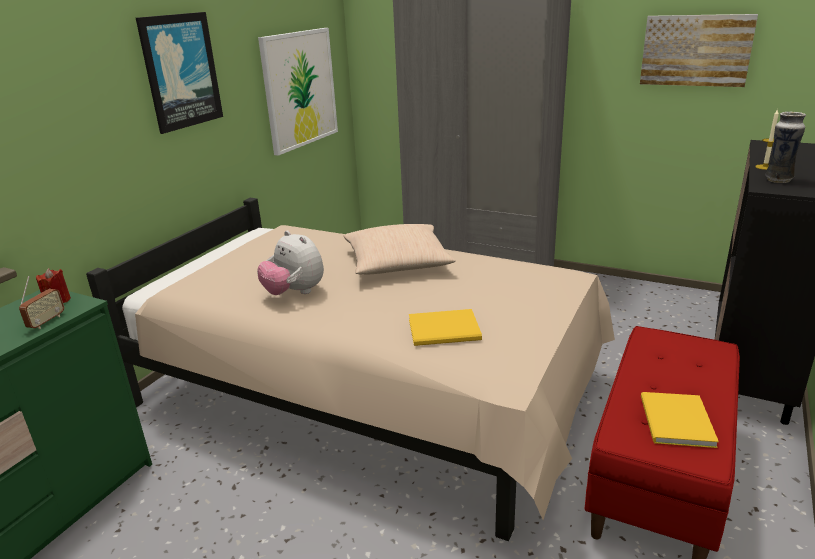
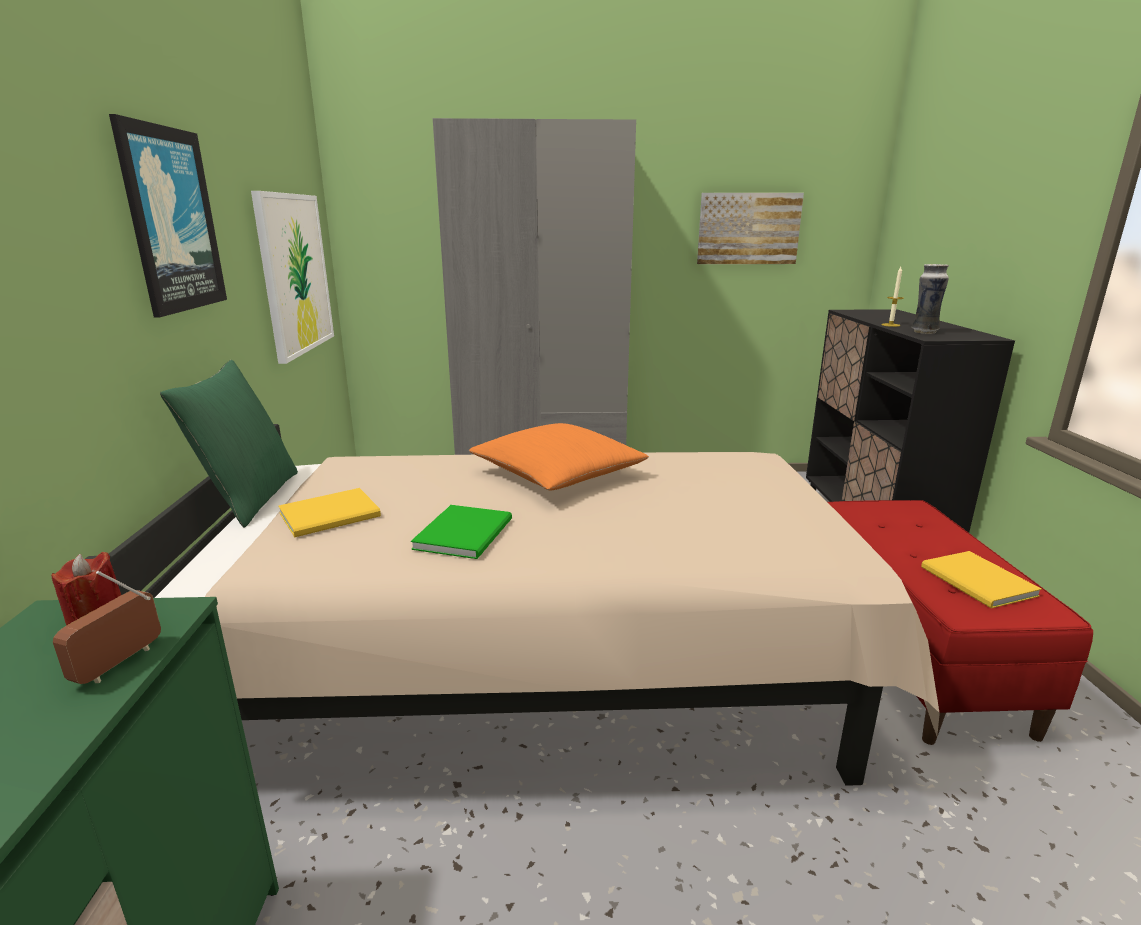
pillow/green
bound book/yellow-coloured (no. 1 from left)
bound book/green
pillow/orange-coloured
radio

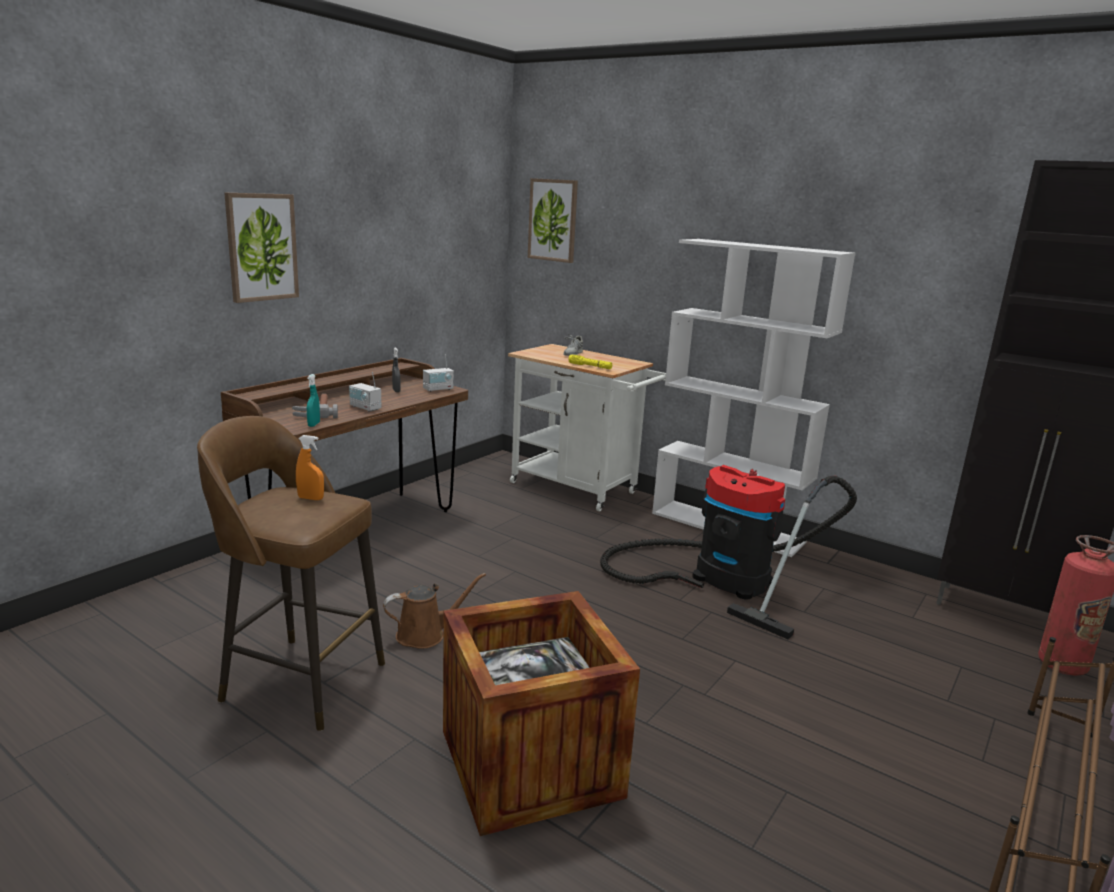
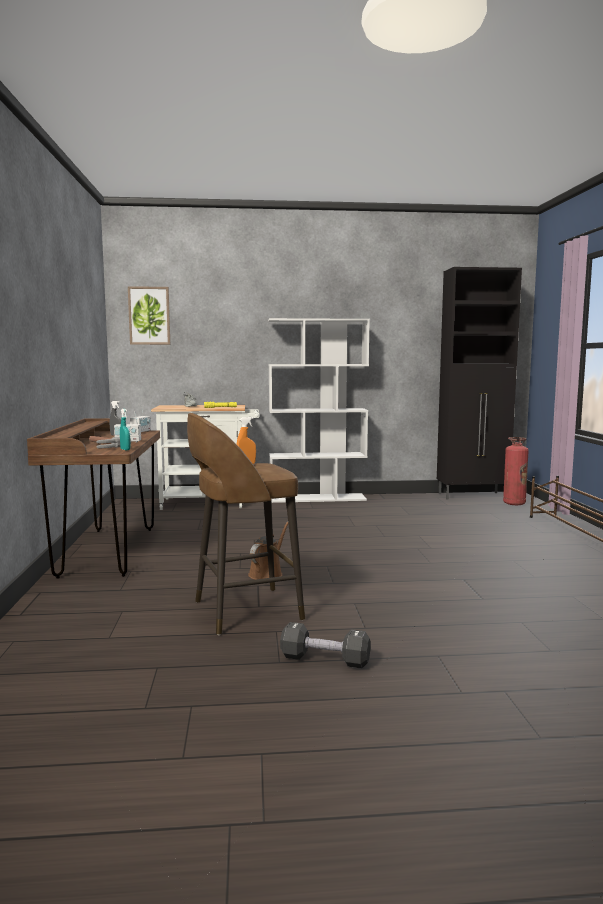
wall art (no. 1 from left in the first image)
shipping crate
vacuum
hand weight/black-coloured

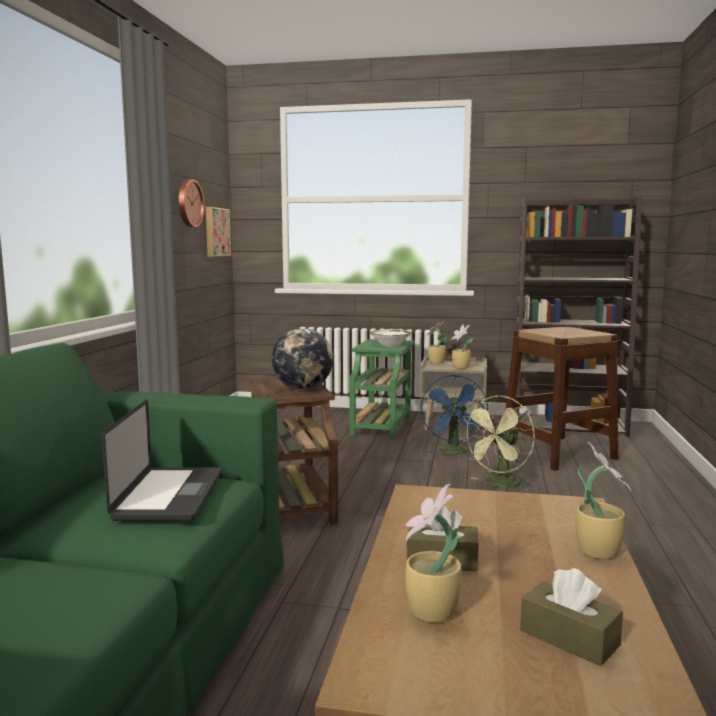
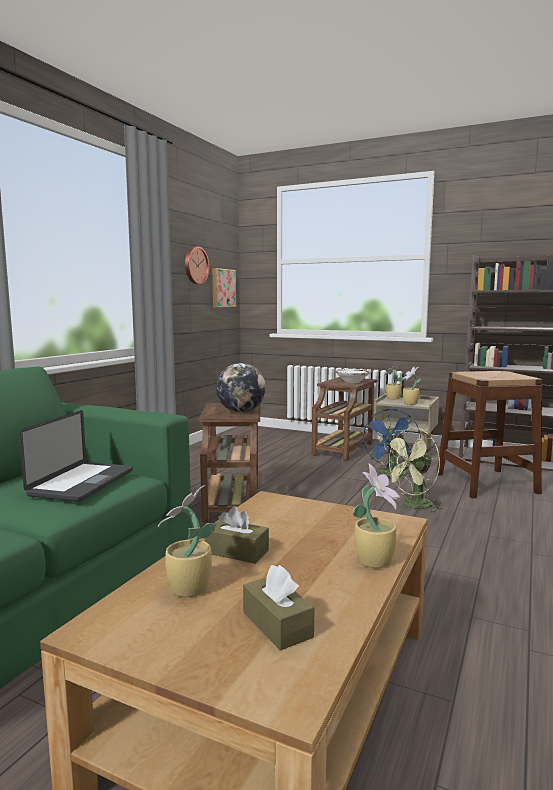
end table/brown-coloured (no. 2 from left)

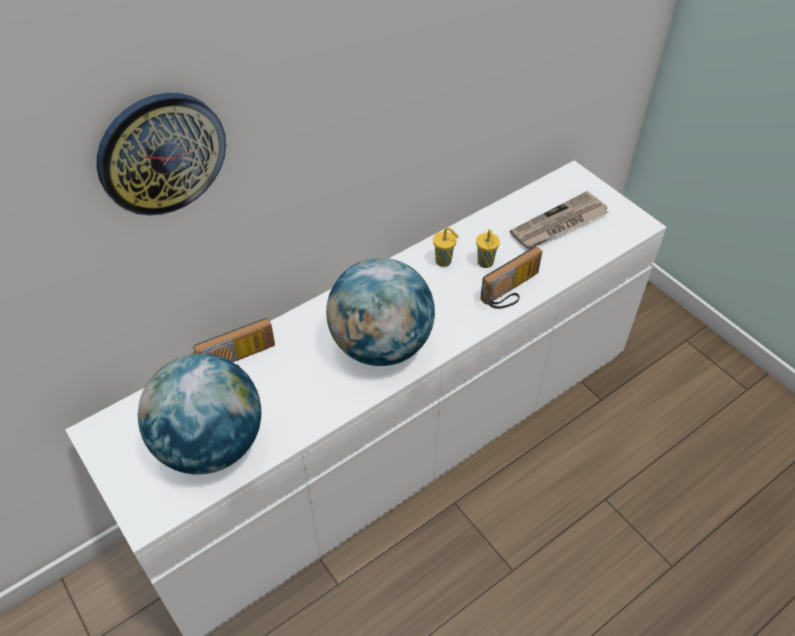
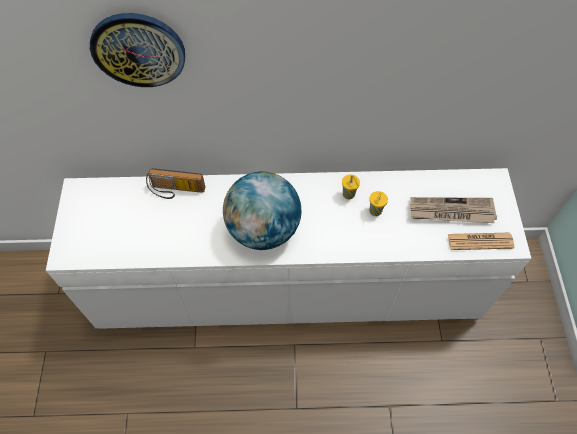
world globe (no. 1 from left in the first image)
radio (no. 2 from left in the first image)
printed paper (no. 2 from left)

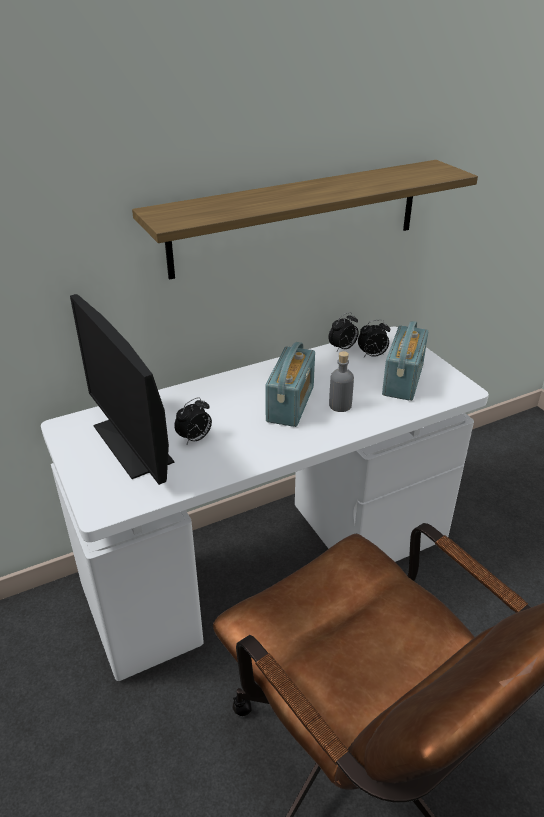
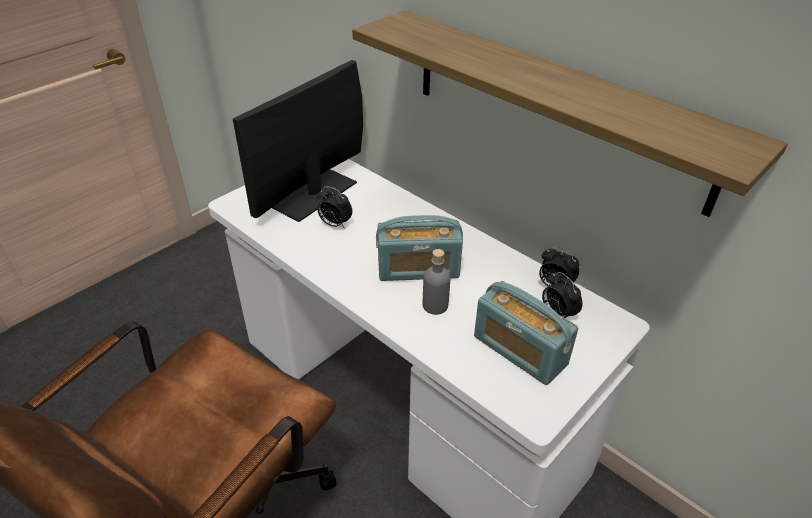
radio (no. 2 from left)

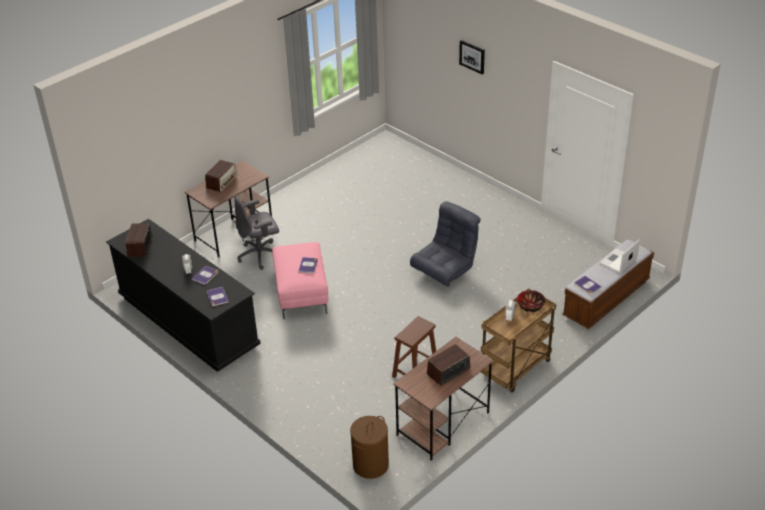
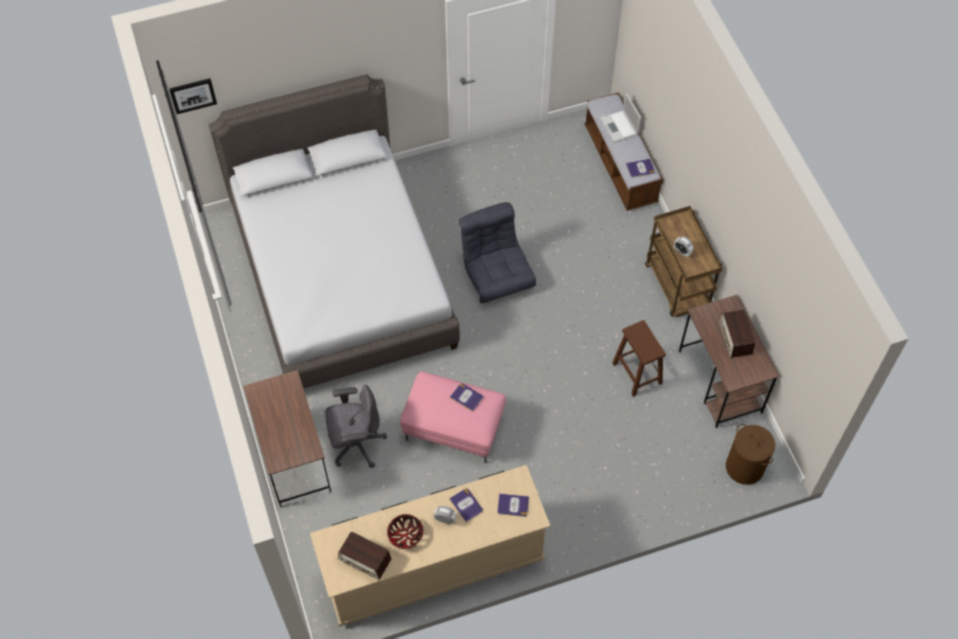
radio (no. 2 from left in the first image)
bed/grey
wall art
bowl
chest of drawers/beige-coloured
desk chair/grey

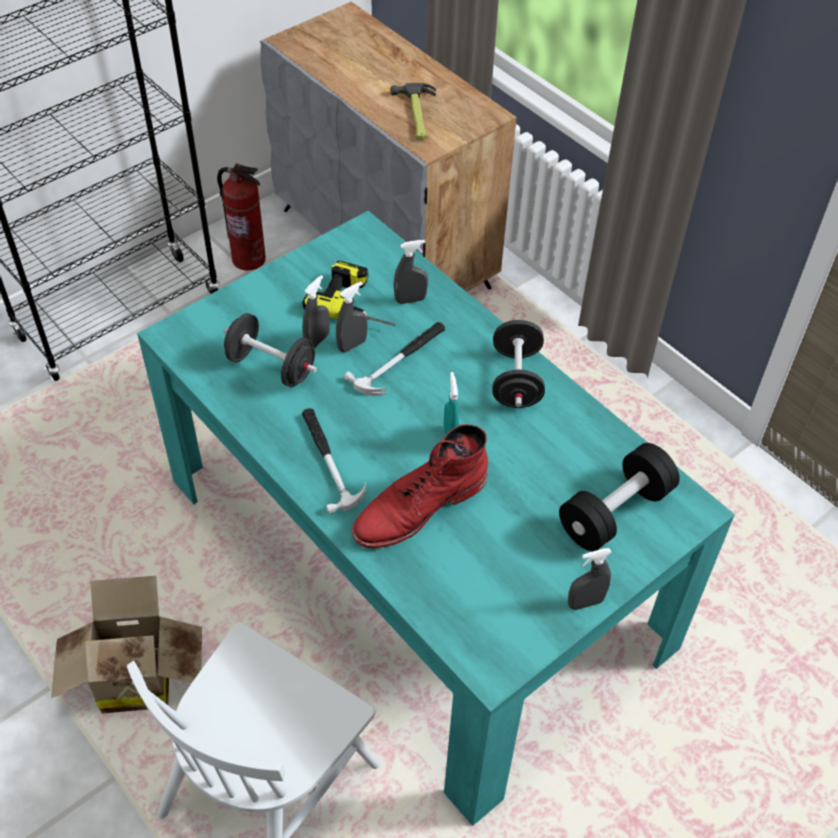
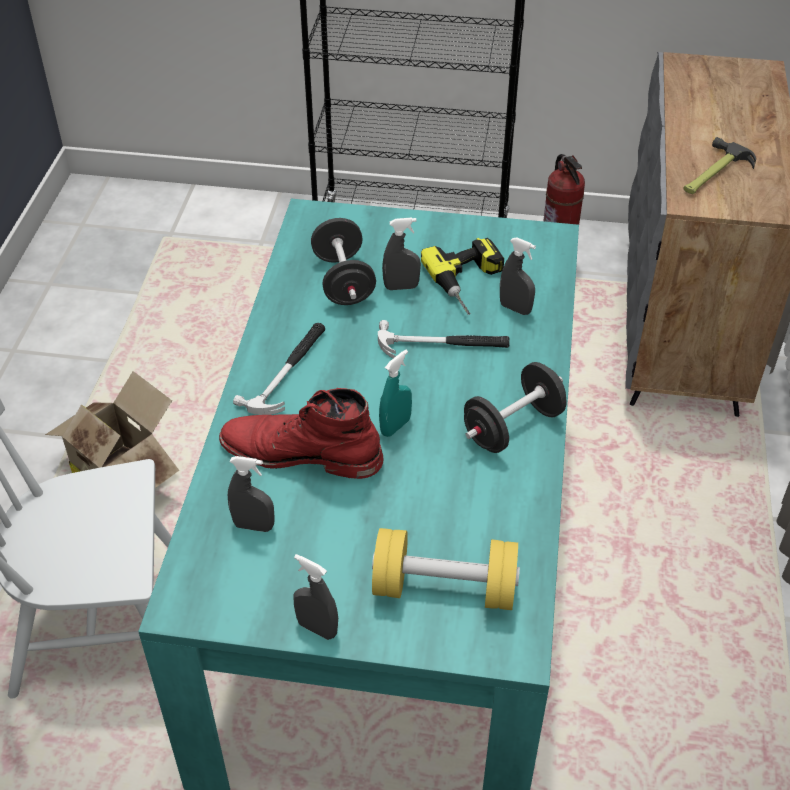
spray bottle/grey (no. 1 from left)
hand weight/yellow-coloured

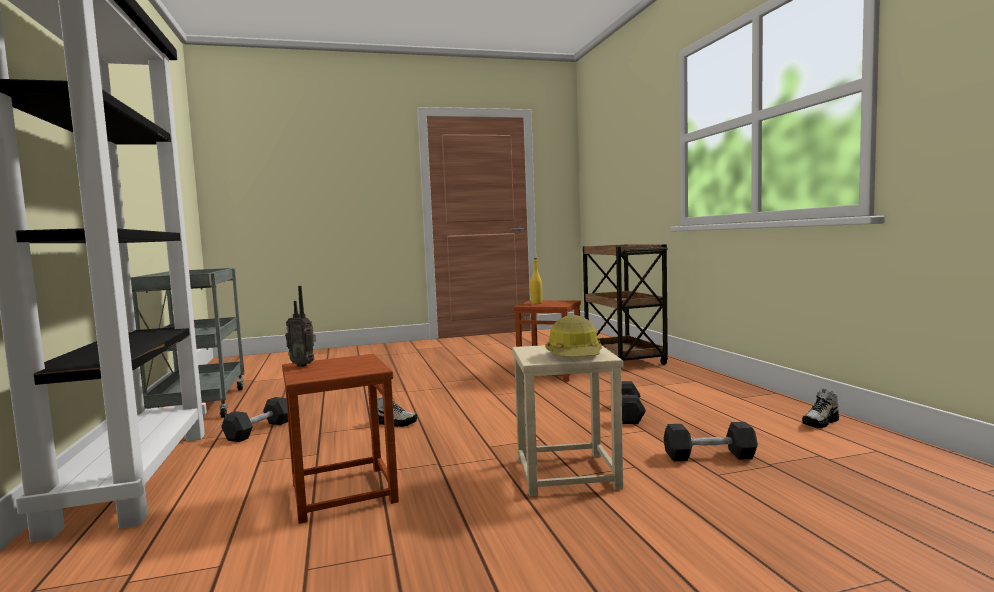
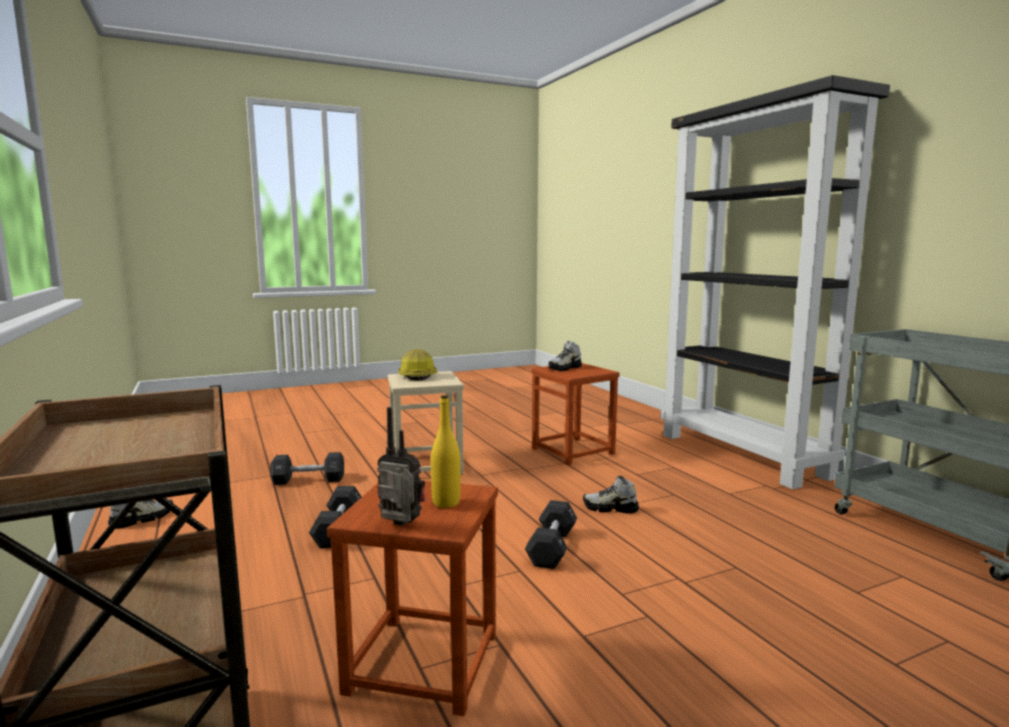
shoe (no. 2 from left)
hand weight/black-coloured (no. 3 from left)
radio

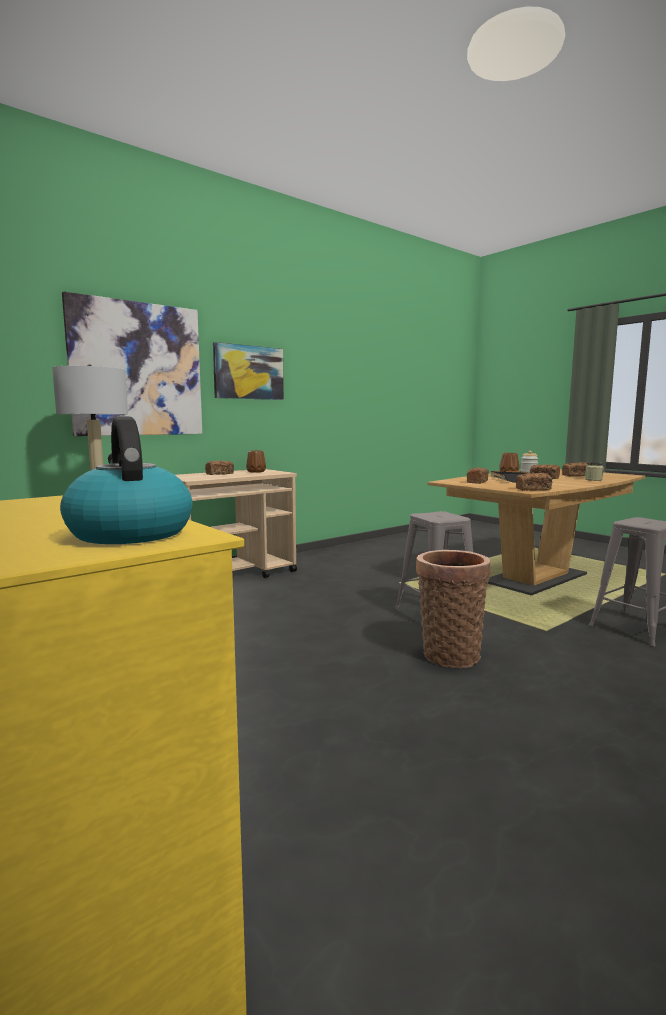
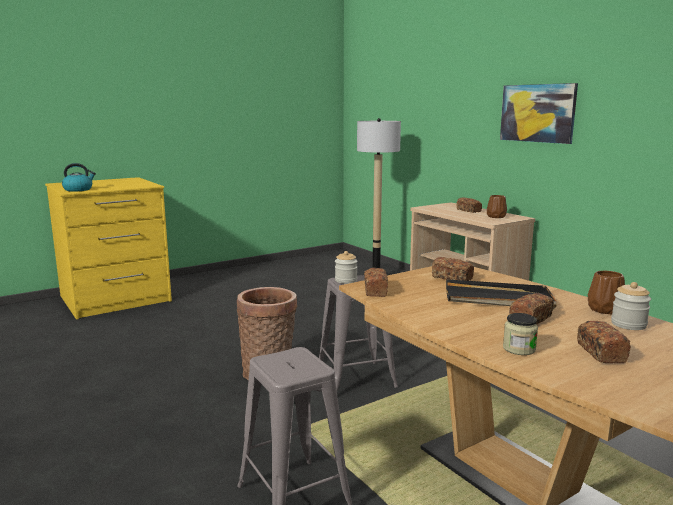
wall art (no. 1 from left in the first image)
jar (no. 1 from left)

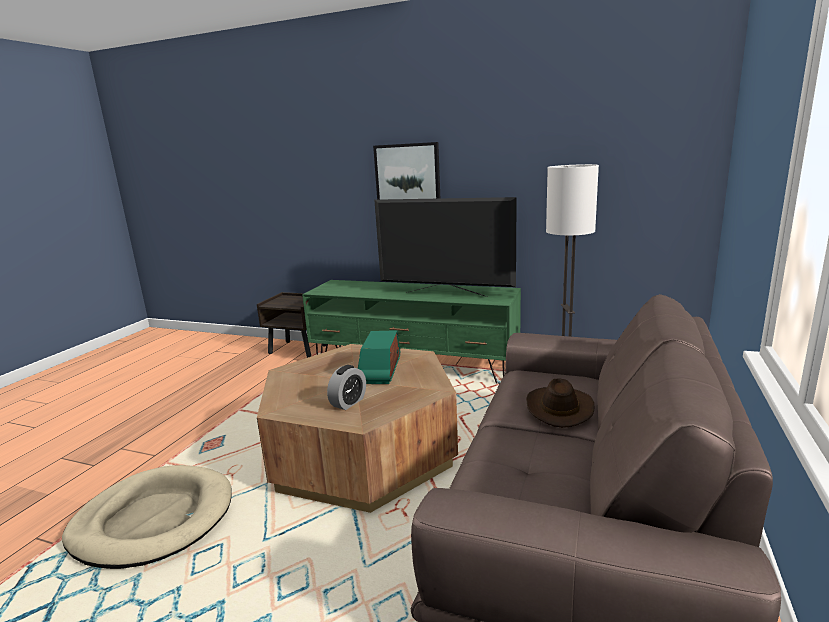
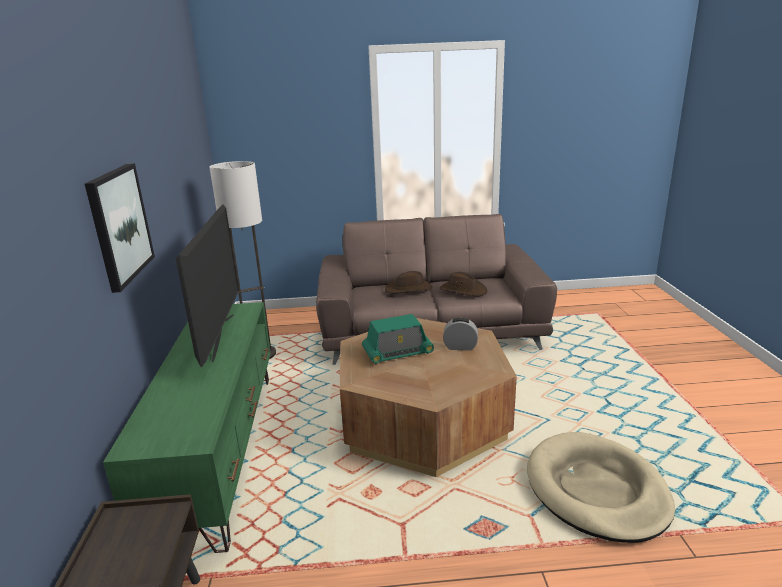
wearable hat/brown-coloured (no. 2 from left)

